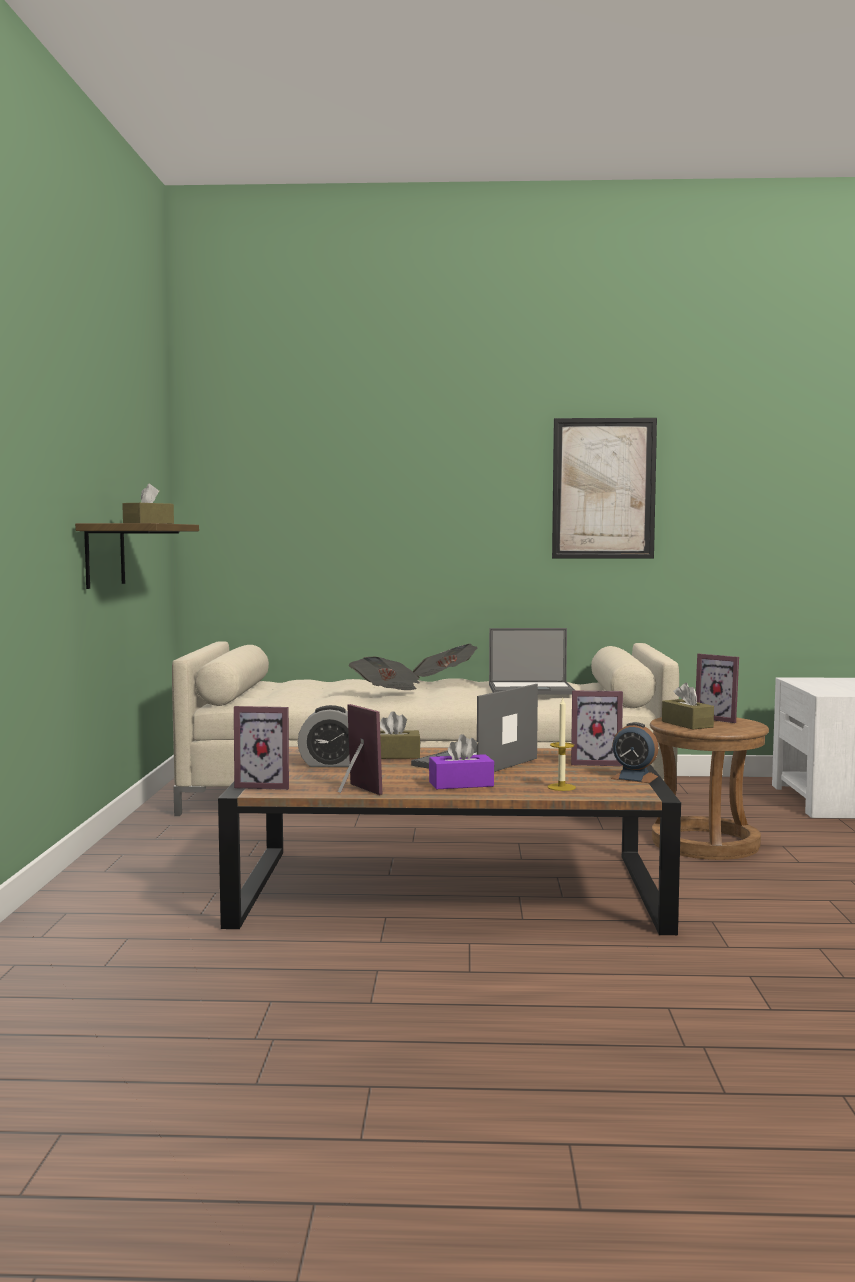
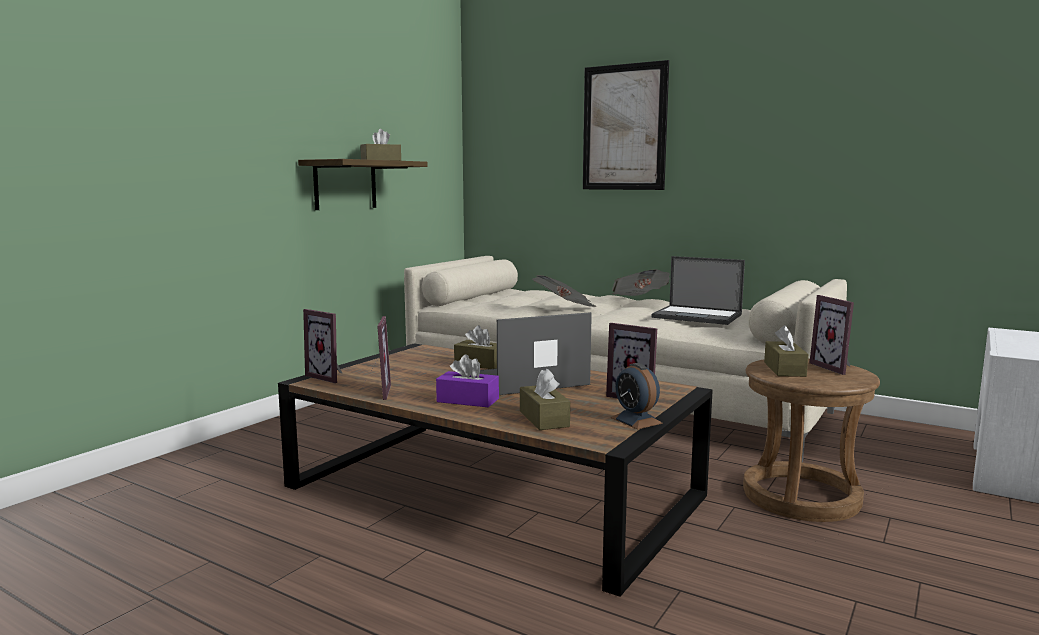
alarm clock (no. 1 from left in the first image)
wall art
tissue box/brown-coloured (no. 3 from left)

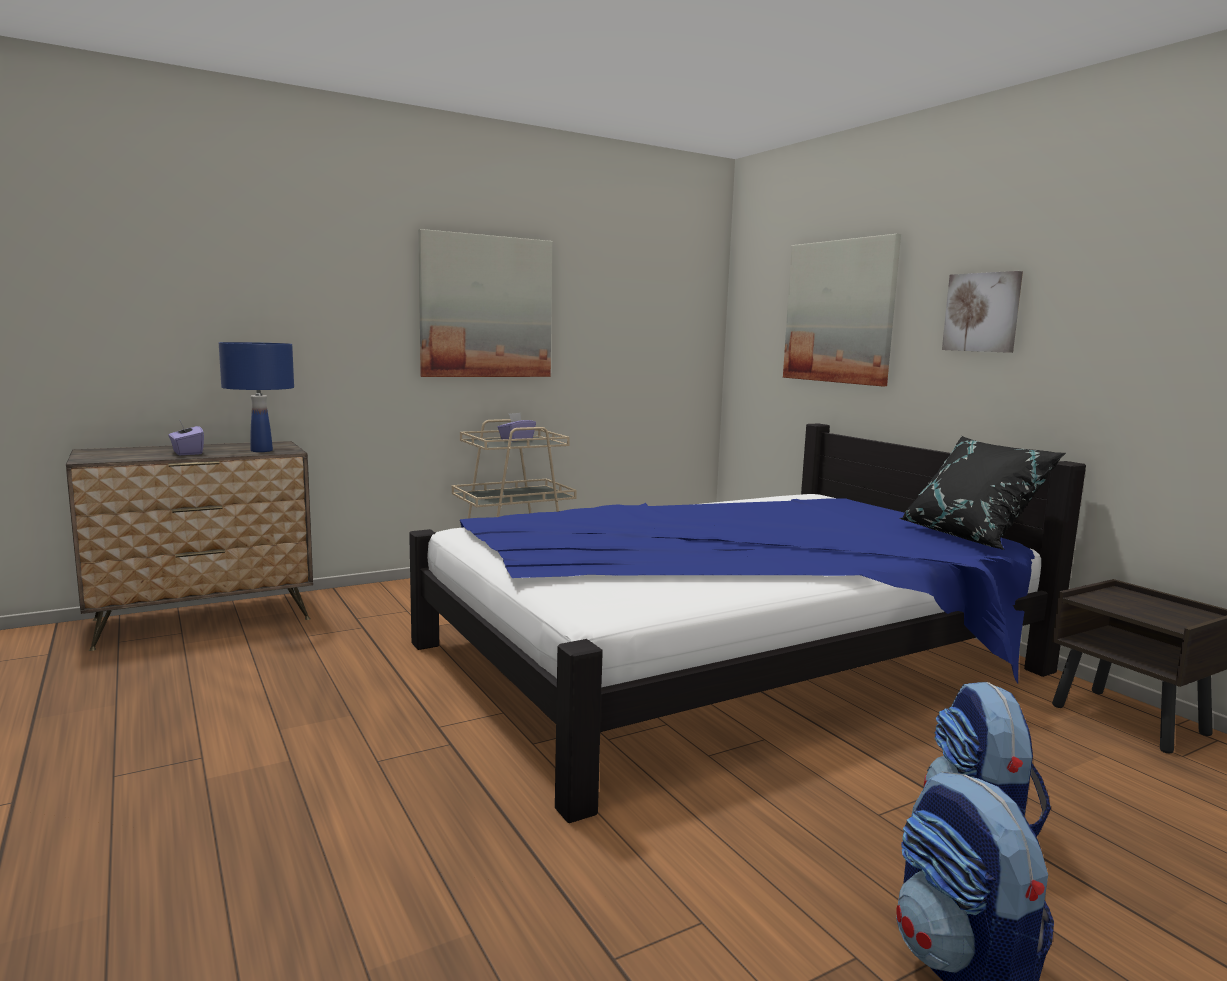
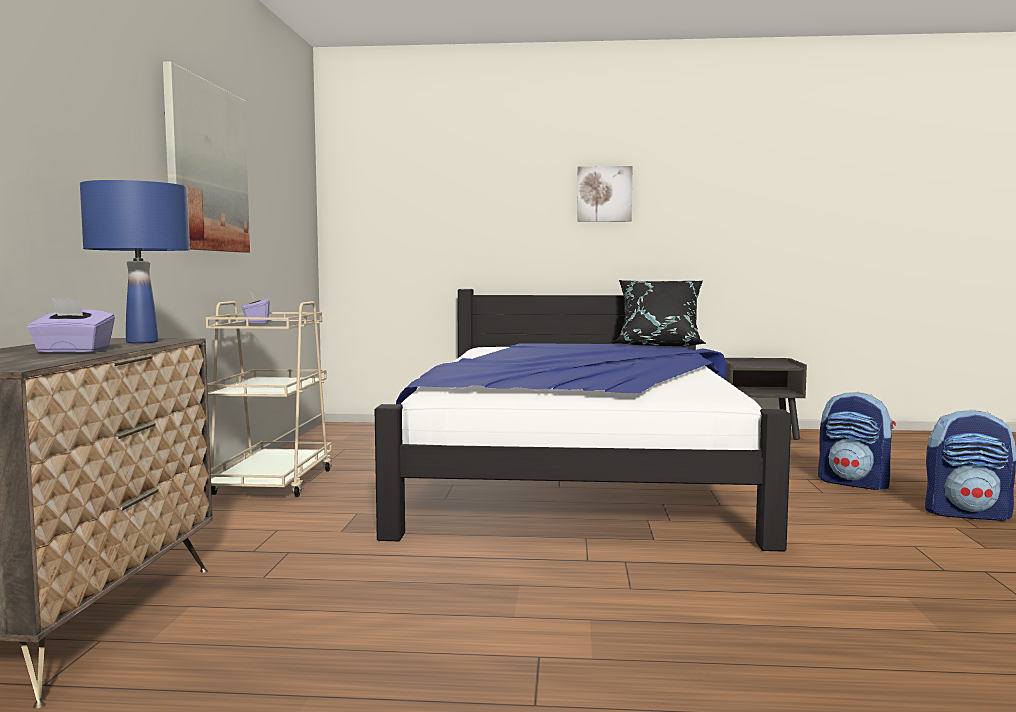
wall art (no. 2 from left in the first image)

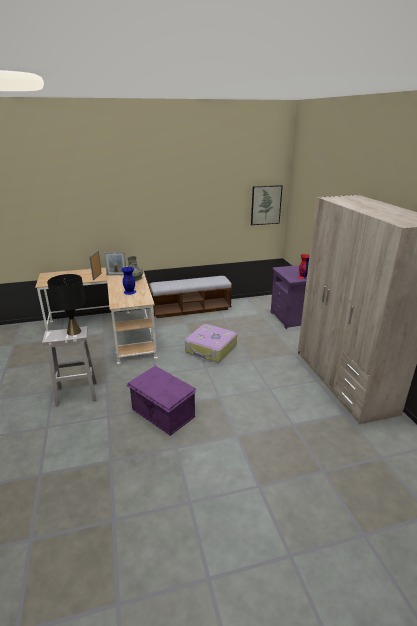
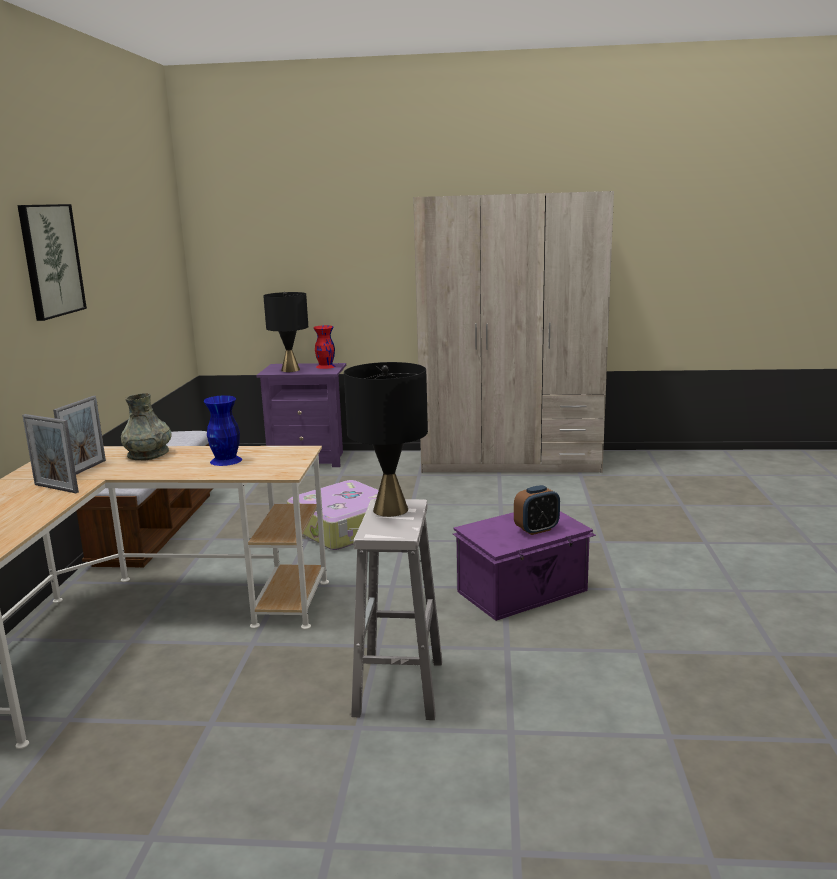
table lamp/black-coloured (no. 1 from left)
alarm clock
wall art

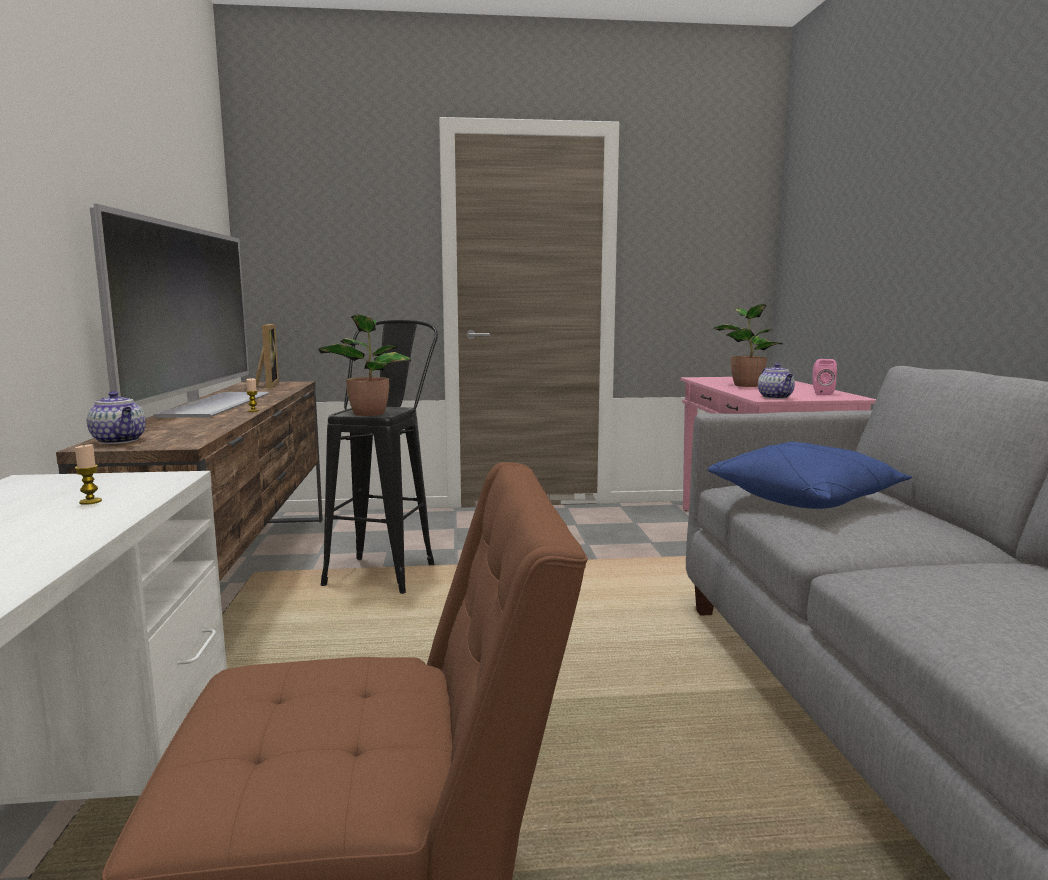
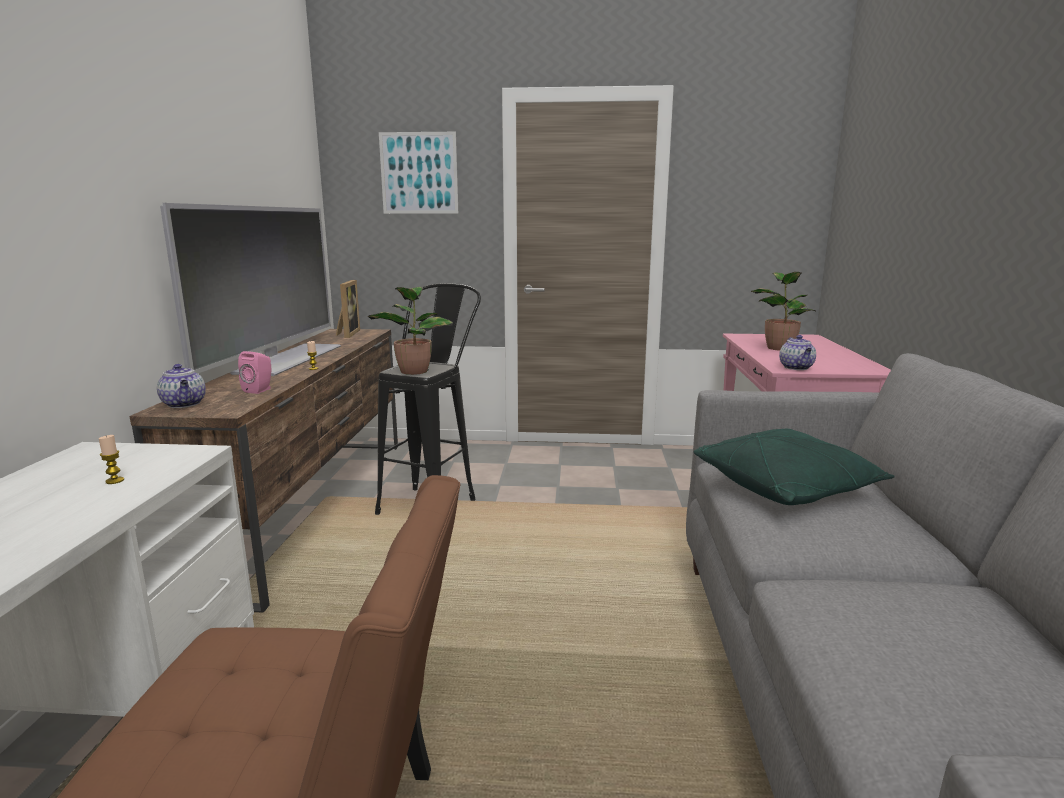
wall art
loudspeaker/pink
pillow/green

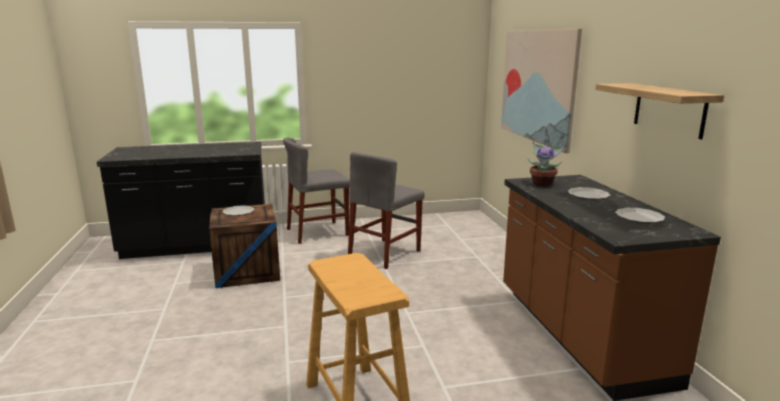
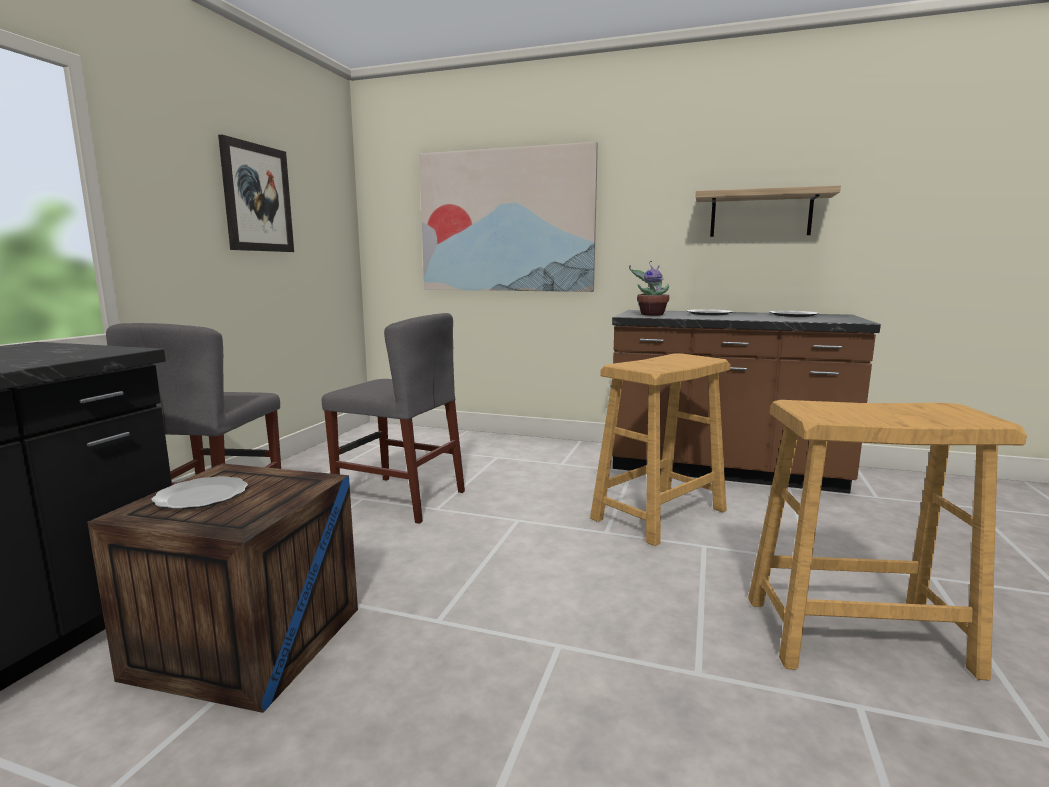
wall art (no. 1 from left)
stool seat/beige-coloured (no. 1 from left)
plain chair/grey (no. 2 from left)

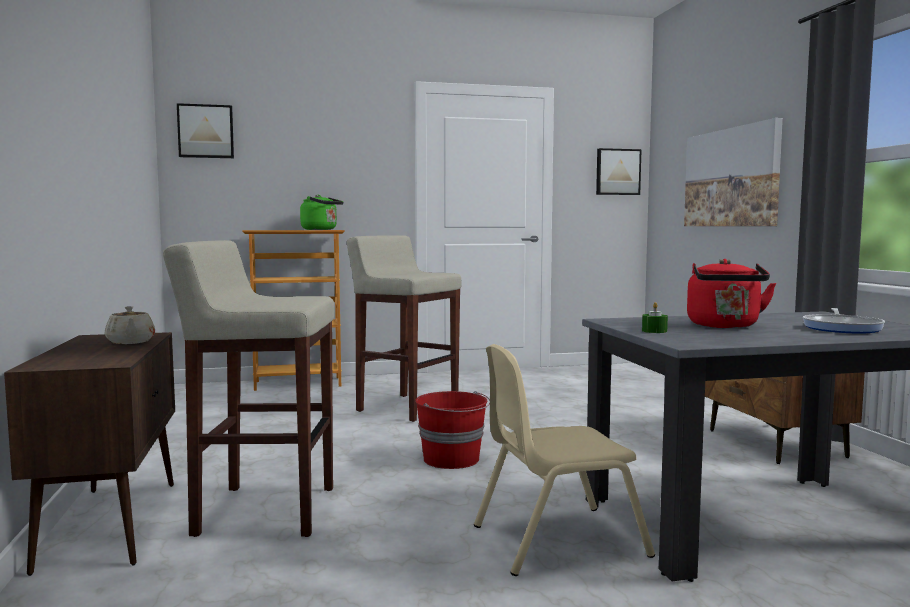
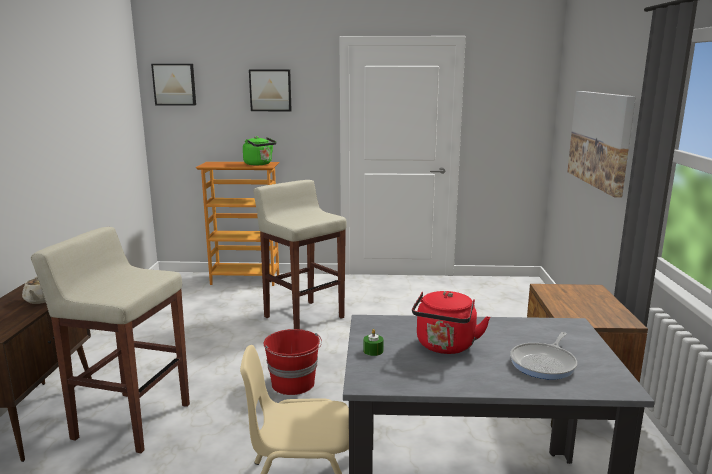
wall art (no. 2 from left)

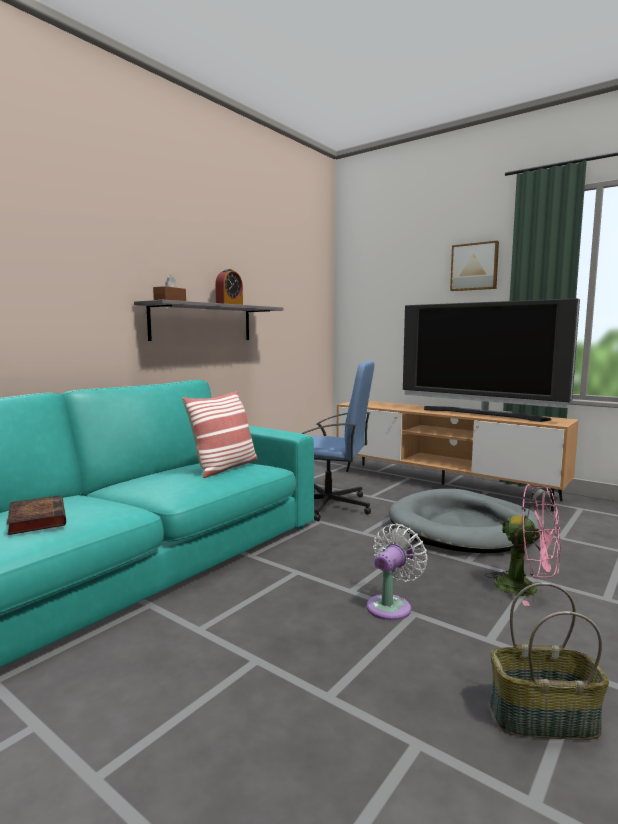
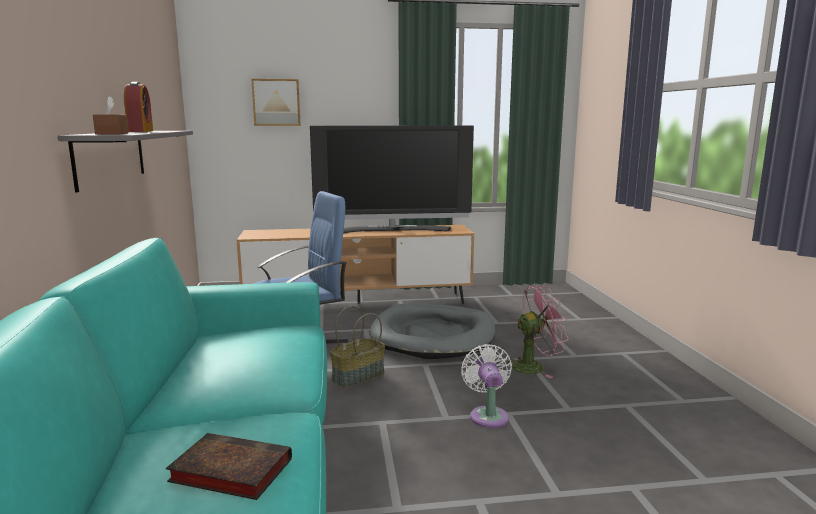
pillow
wall art
basket

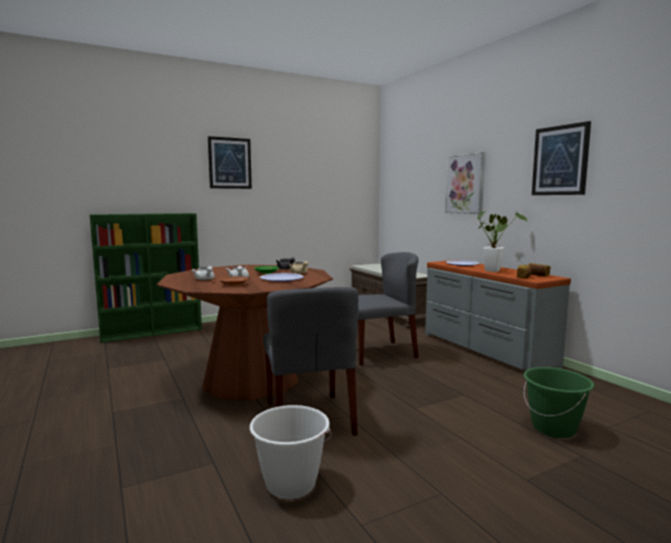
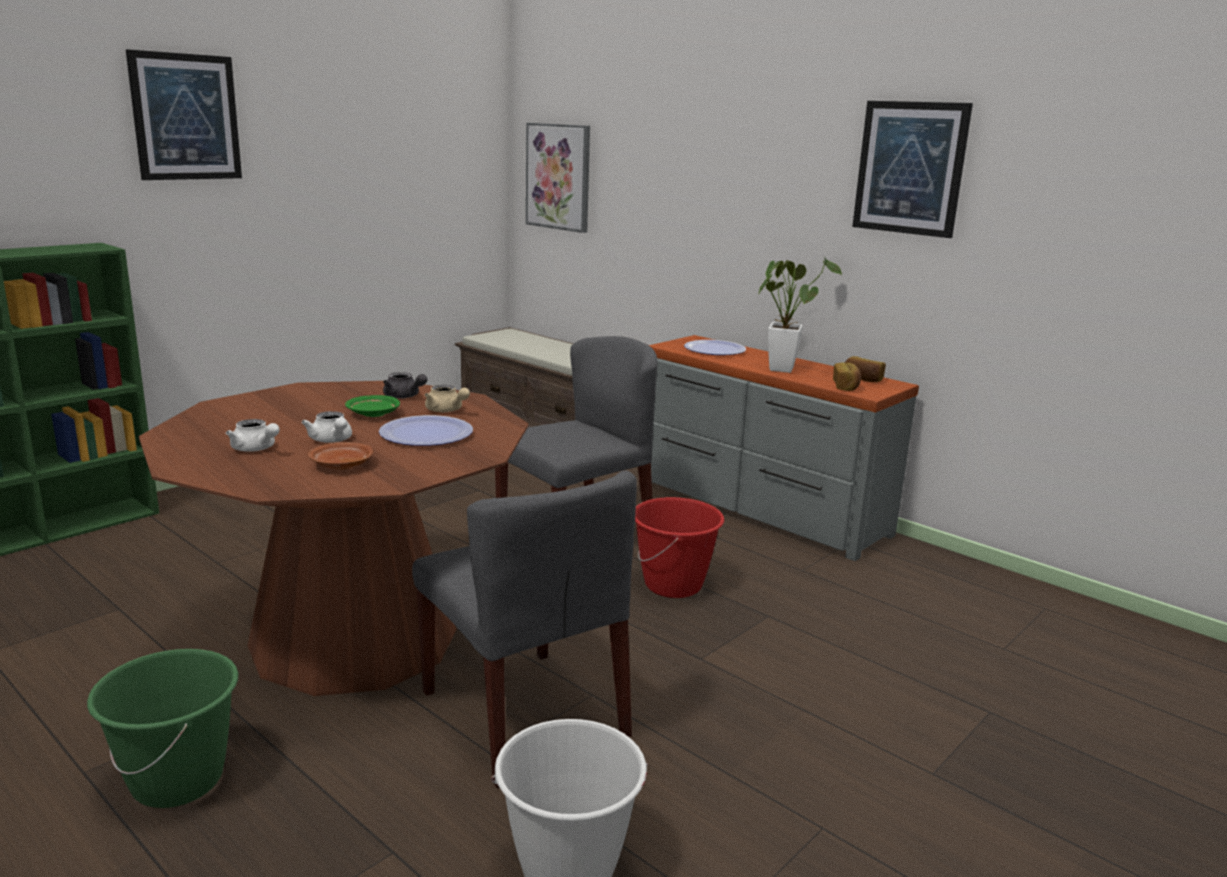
water bucket/reddish
wall art (no. 2 from left)
water bucket/green

